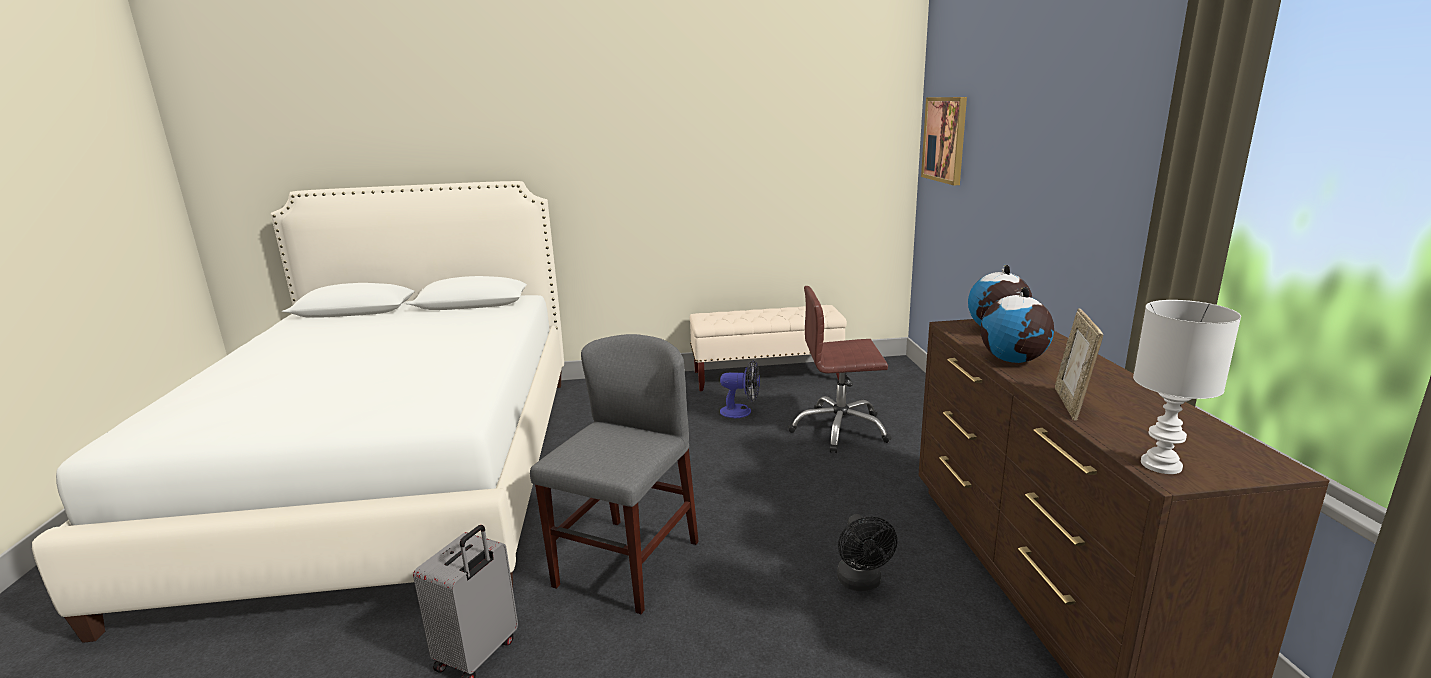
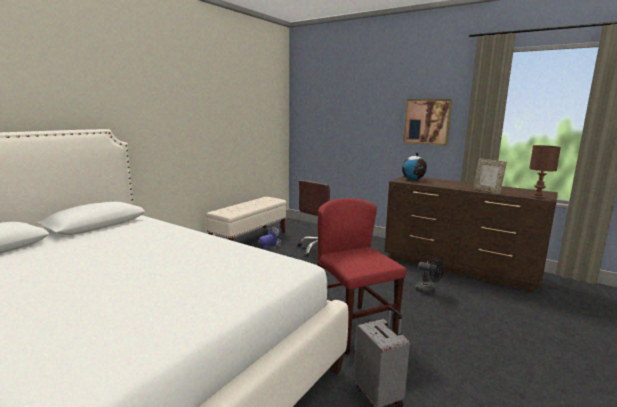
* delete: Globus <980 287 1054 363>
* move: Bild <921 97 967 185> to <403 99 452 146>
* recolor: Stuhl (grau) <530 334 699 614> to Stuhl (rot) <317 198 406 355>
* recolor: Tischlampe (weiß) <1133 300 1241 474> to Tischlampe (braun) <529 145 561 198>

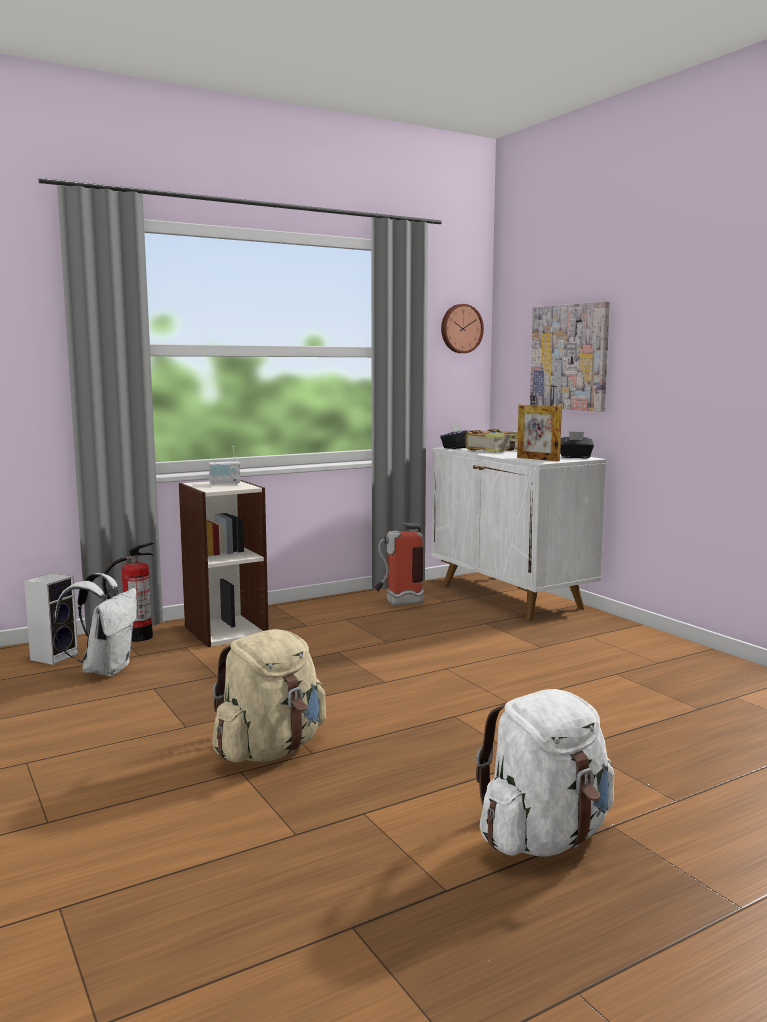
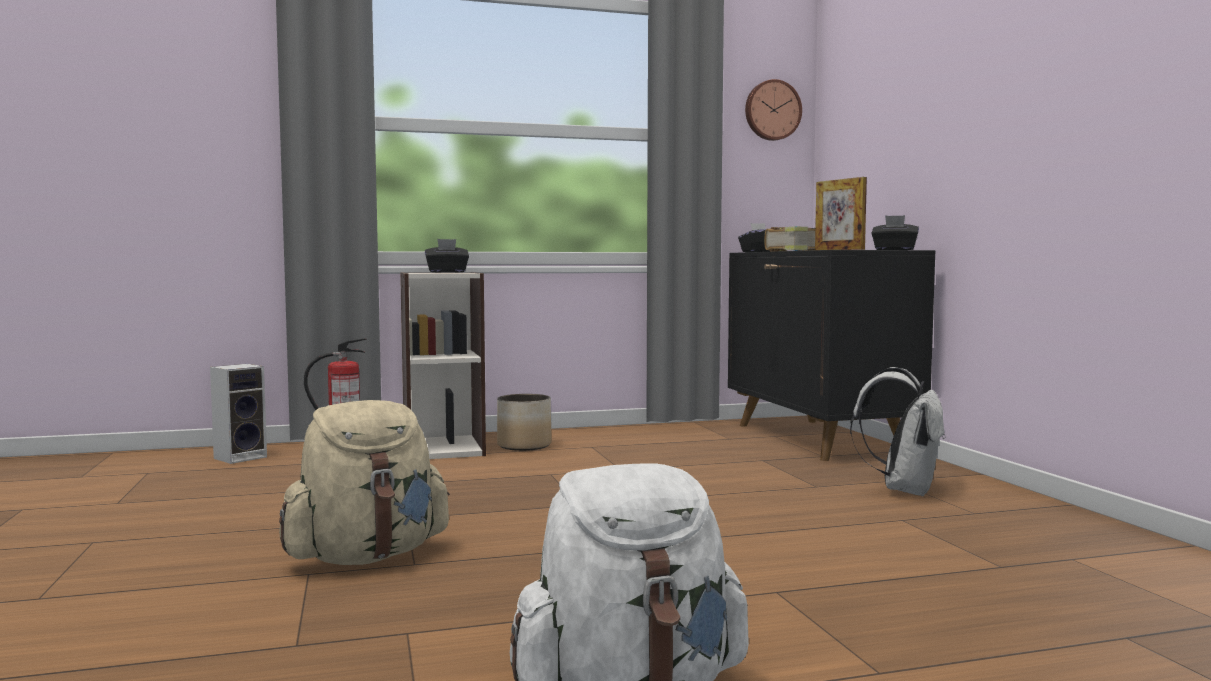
* delete: Feuerlöscher <374 522 424 605>
* delete: Bild <530 301 610 412>
* insert: Pflanzkübel <497 394 551 451>
* move: Rucksack (weiß) <53 573 137 676> to <850 367 946 496>
* replace: Radio <209 446 240 485> to Taschentuchbox (schwarz) <425 239 469 272>
* recolor: Schrank (weiß) <431 447 606 620> to Schrank (schwarz) <728 250 935 461>

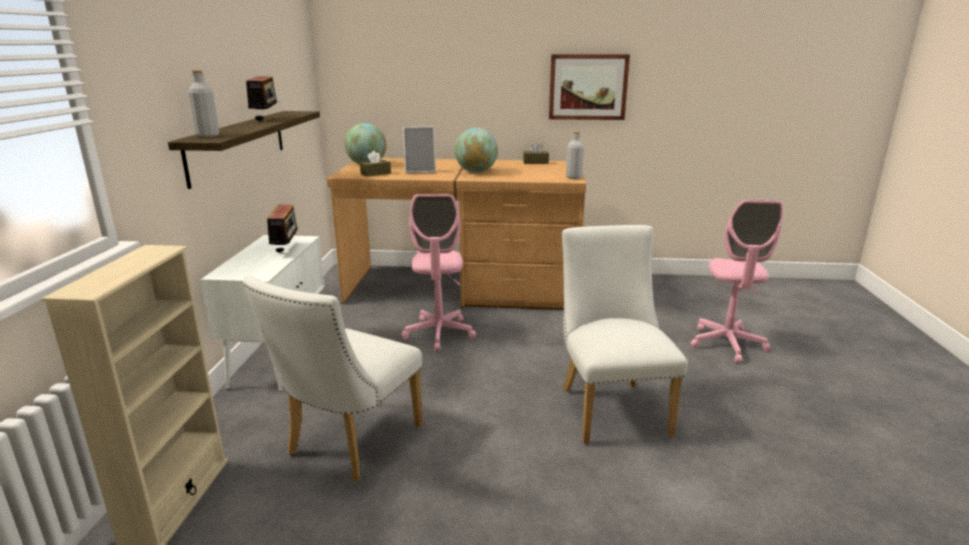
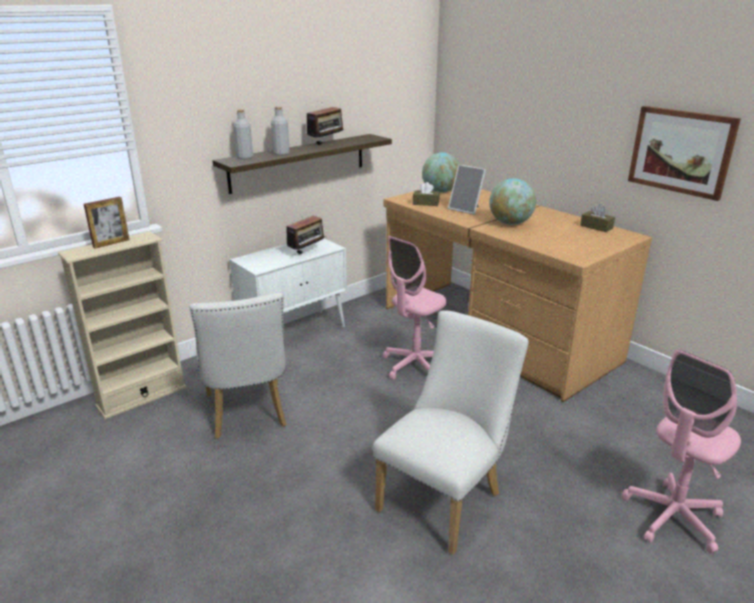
* insert: Bilderrahmen <84 197 130 249>
* move: Flasche (grau) <566 131 584 179> to <271 107 290 156>
* rotate: Stuhl (weiß) <243 276 423 482> = <189 292 287 439> 90 degrees counterclockwise

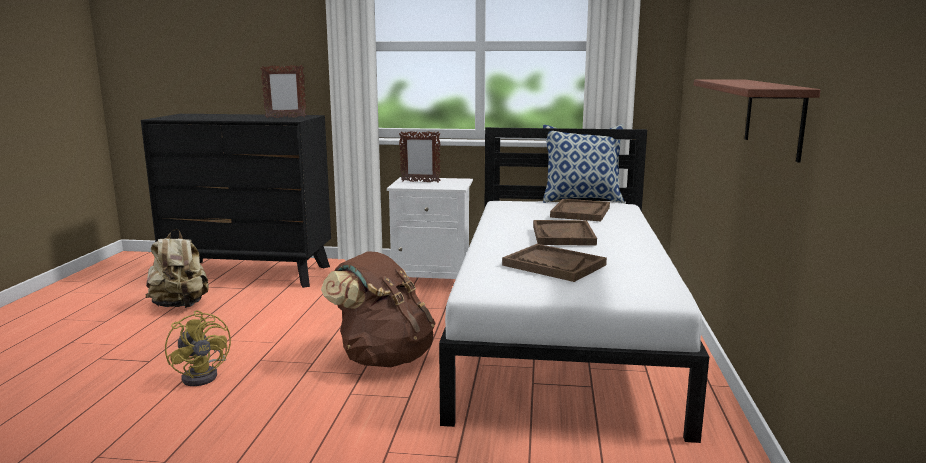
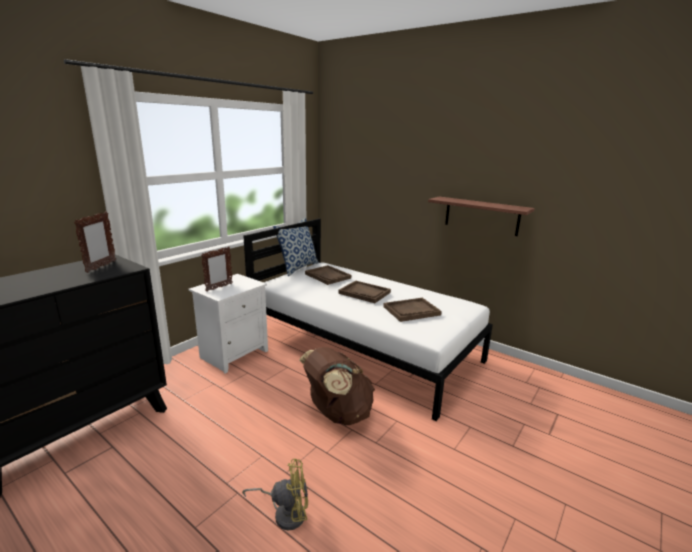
* delete: Rucksack (beige) <145 229 209 308>

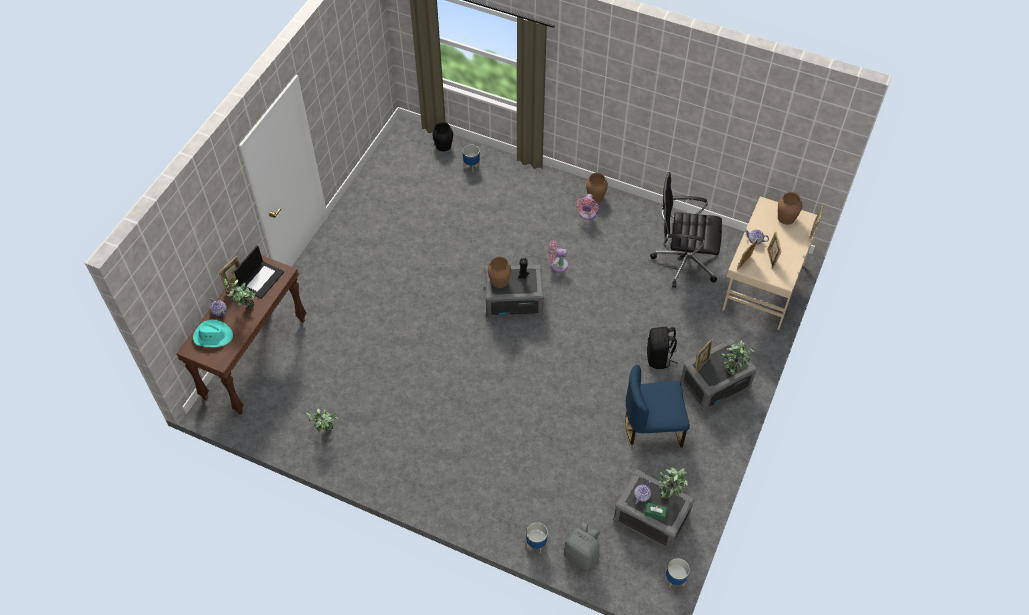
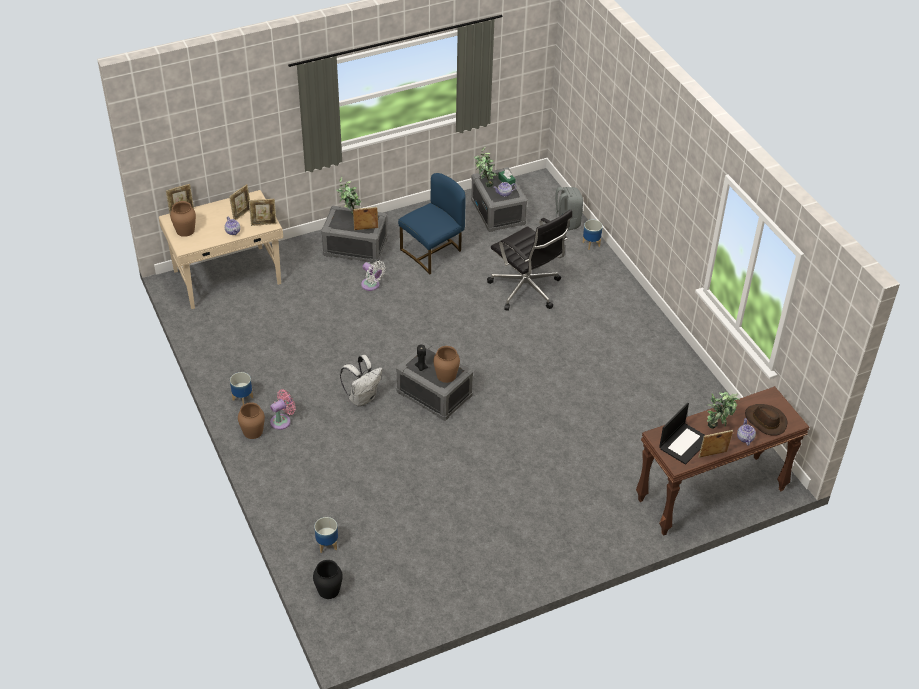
* delete: Topfpflanze <306 408 339 433>
* move: Bürostuhl (schwarz) <650 172 722 288> to <487 209 572 311>
* move: Pflanzkübel <666 558 690 588> to <230 372 253 405>
* replace: Ventilator (rosa) <548 240 568 272> to Rucksack (weiß) <340 355 382 407>
* replace: Rucksack (schwarz) <647 327 678 369> to Ventilator (weiß) <361 261 386 291>
* recolor: Hut (türkis) <193 320 233 347> to Hut (braun) <745 404 787 436>
* rotate: Laptop <234 245 284 299> = <659 403 705 465> 150 degrees clockwise
* rotate: Stuhl (blau) <626 365 690 448> = <398 173 466 275> 75 degrees counterclockwise

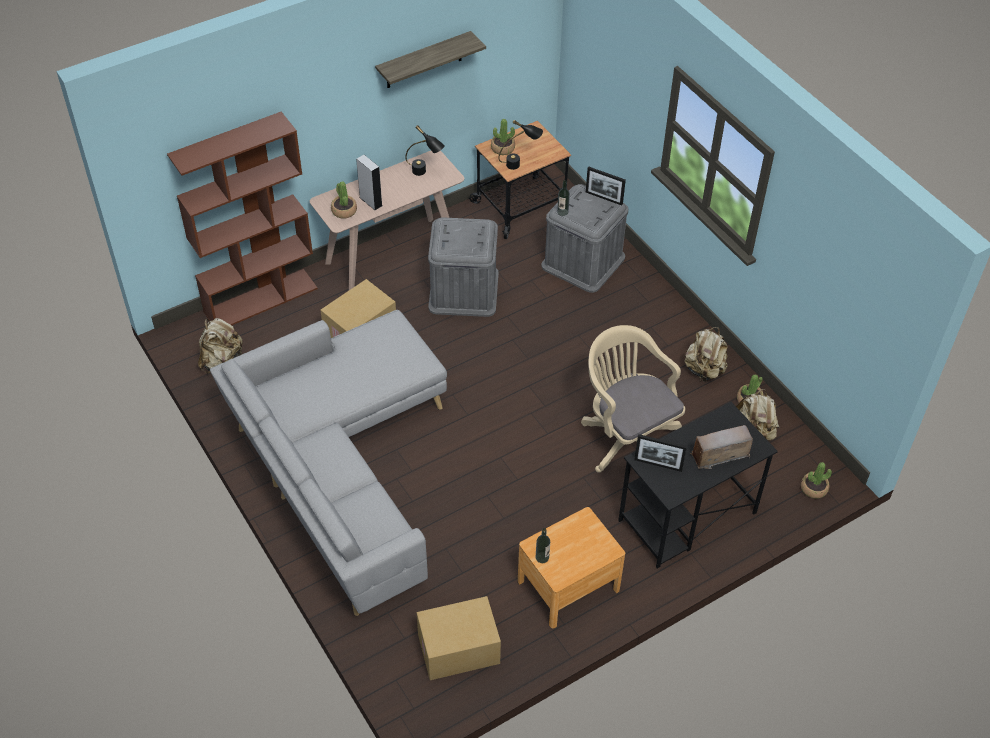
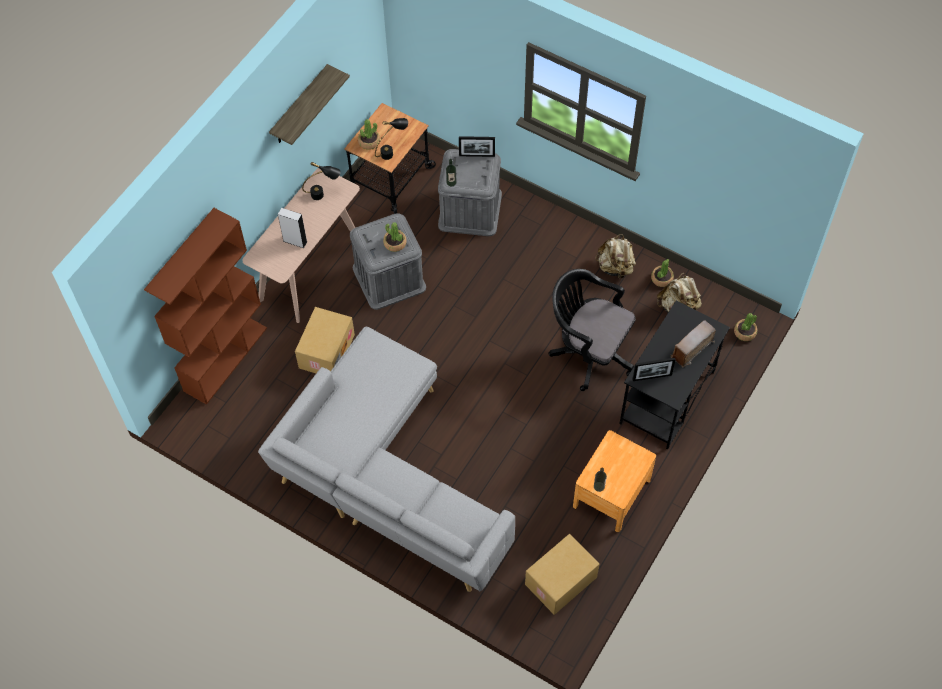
* delete: Rucksack (beige) <198 318 243 373>
* move: Topfpflanze <331 181 357 219> to <383 223 407 252>
* recolor: Bürostuhl (beige) <581 325 685 473> to Bürostuhl (schwarz) <548 269 636 391>

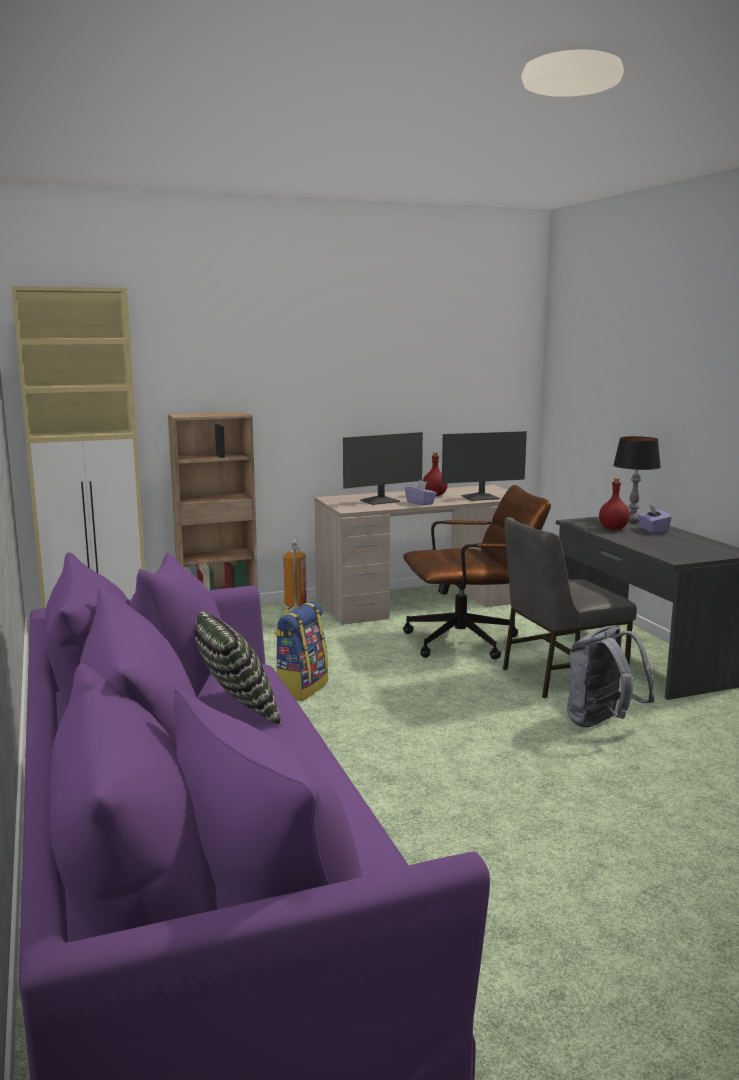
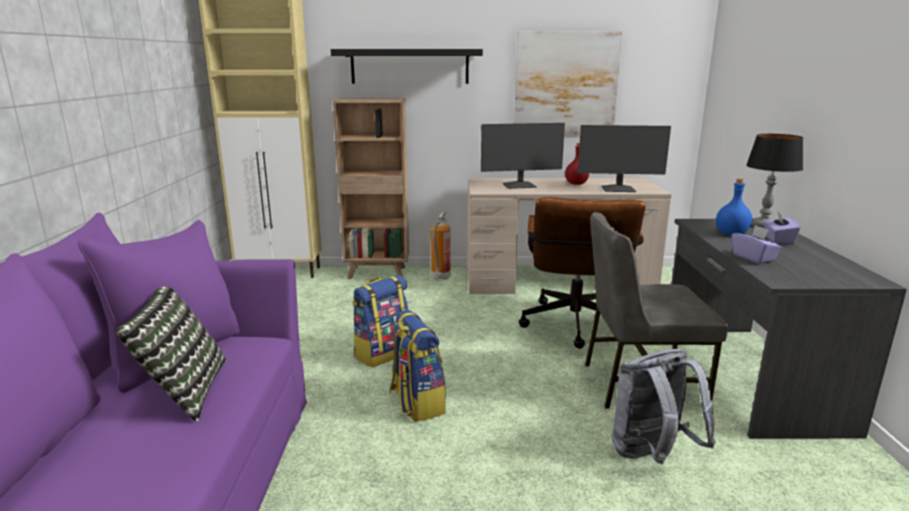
* insert: Wandregal (schwarz) <331 49 483 84>
* insert: Rucksack <389 310 446 422>
* insert: Bild <514 31 622 137>
* move: Taschentuchbox (lila) <405 480 437 506> to <732 225 782 264>
* recolor: Flasche (rot) <599 478 630 530> to Flasche (blau) <716 178 752 235>
* rotate: Bürostuhl (braun) <403 485 551 660> = <519 197 645 349> 90 degrees clockwise

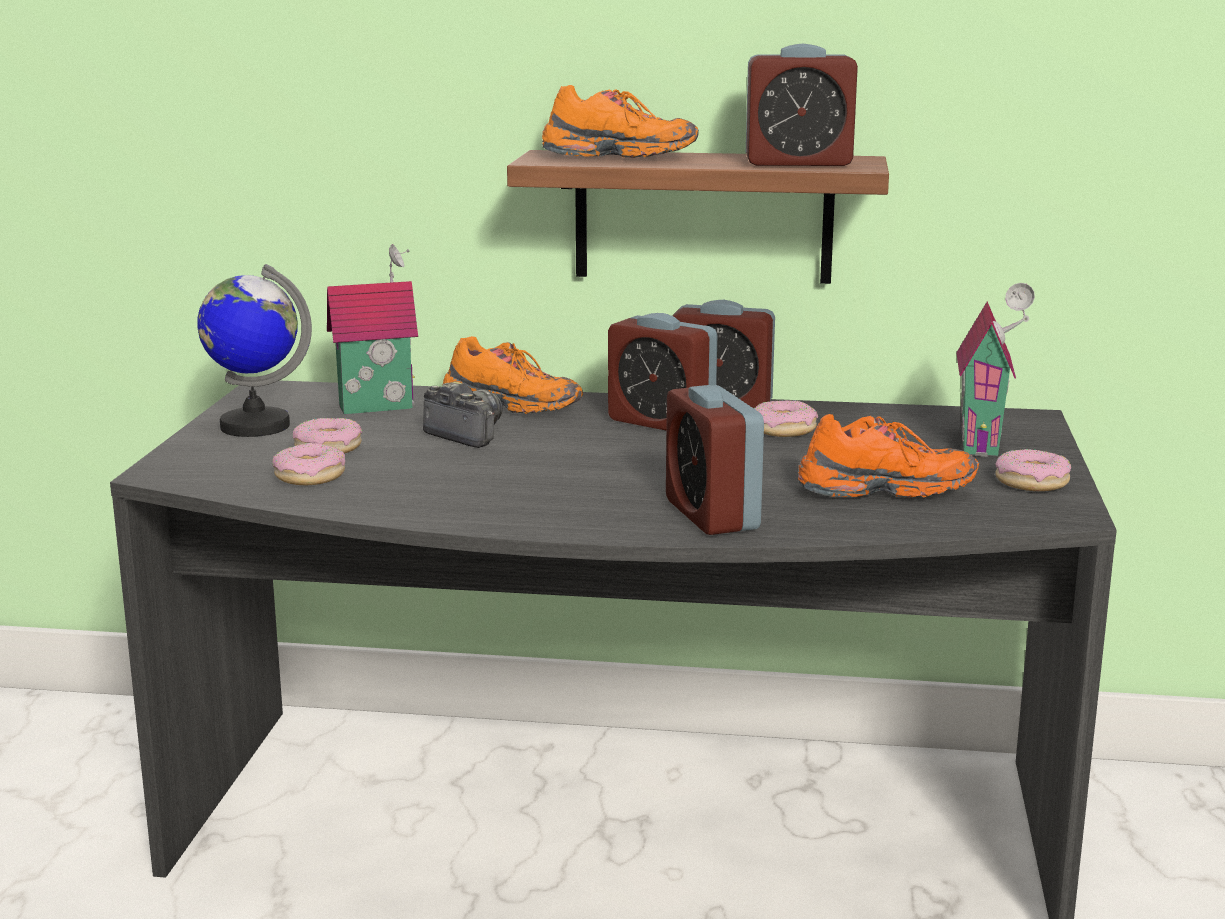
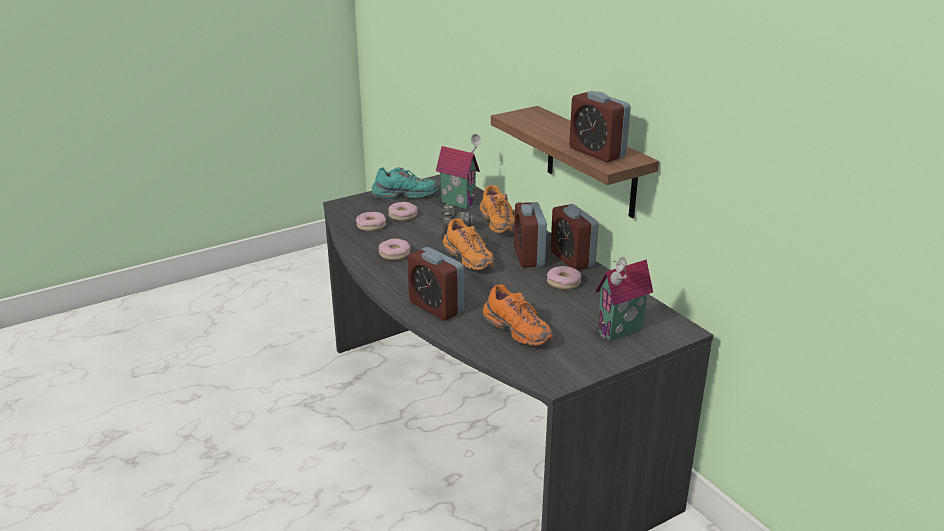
* move: Schuh (orange) <542 85 699 158> to <443 218 495 270>
* move: Donut <995 449 1071 491> to <379 238 411 260>
* replace: Globus <197 264 312 437> to Schuh (türkis) <372 167 440 199>
* rotate: Wecker <666 385 764 535> = <408 247 464 320> 75 degrees counterclockwise

